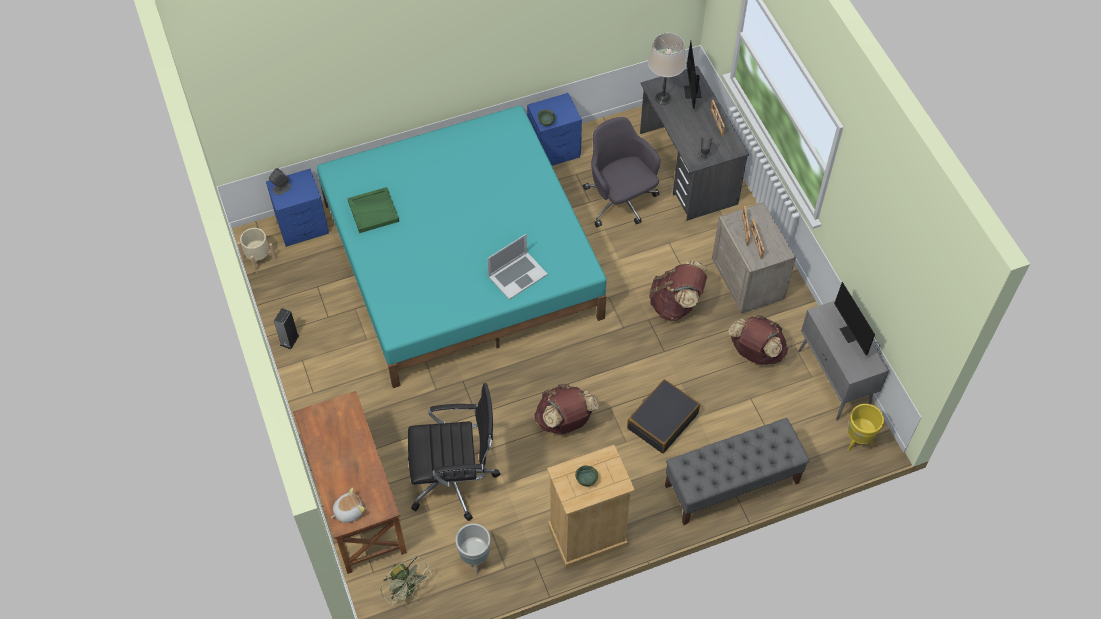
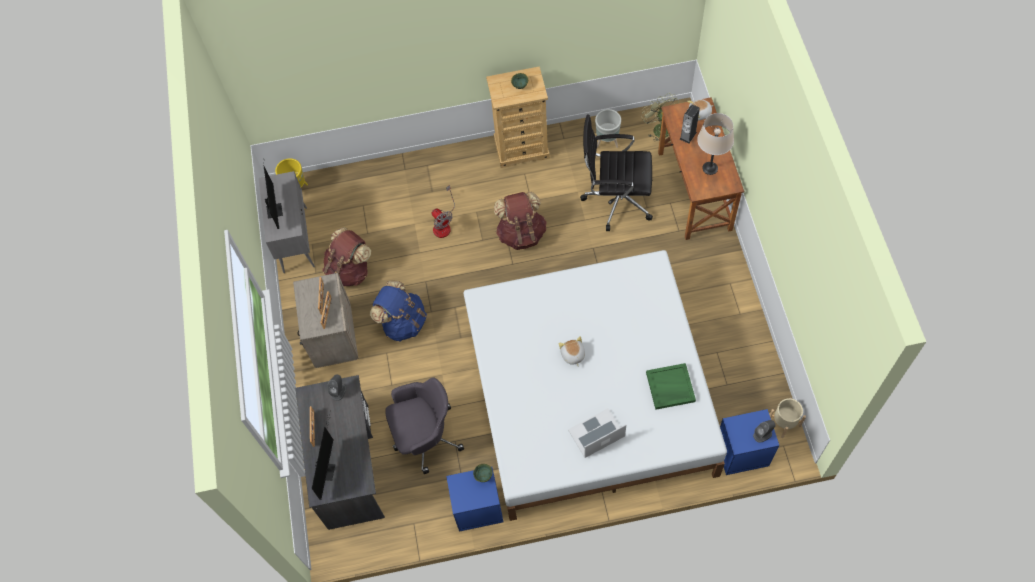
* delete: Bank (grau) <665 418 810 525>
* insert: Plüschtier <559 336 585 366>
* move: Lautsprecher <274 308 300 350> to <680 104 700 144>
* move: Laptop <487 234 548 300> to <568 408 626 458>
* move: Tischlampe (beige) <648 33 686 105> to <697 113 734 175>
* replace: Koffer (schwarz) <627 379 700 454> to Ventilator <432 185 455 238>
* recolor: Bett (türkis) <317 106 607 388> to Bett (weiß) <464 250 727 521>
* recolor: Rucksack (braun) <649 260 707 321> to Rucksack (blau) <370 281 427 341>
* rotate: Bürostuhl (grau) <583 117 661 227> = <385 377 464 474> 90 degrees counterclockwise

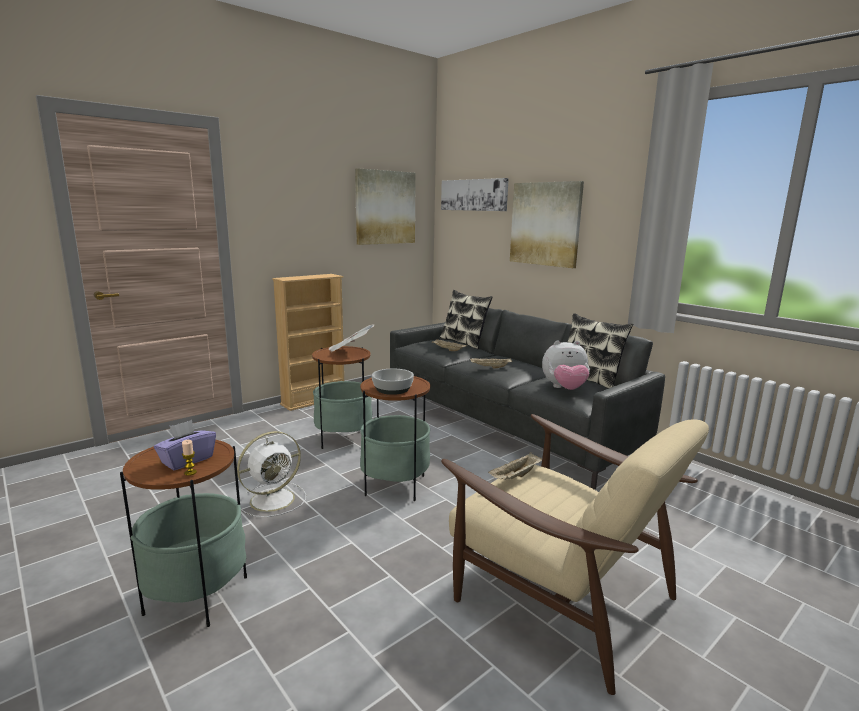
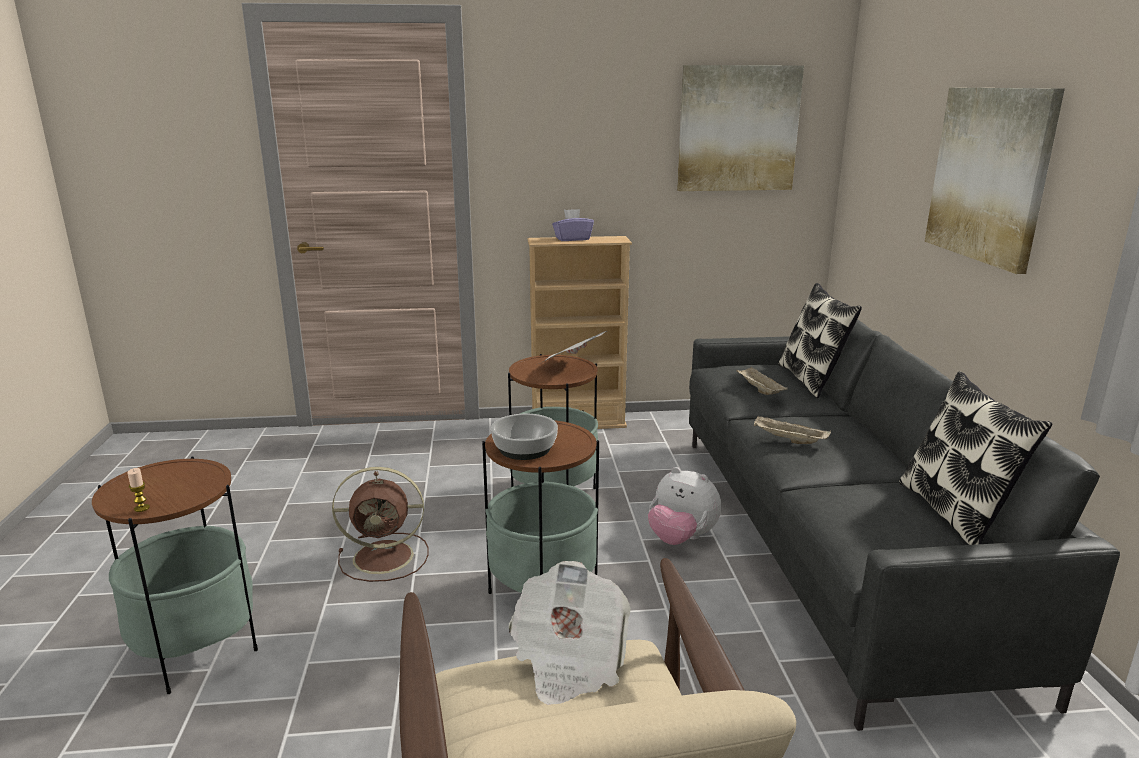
* delete: Bild <441 178 509 211>
* move: Taschentuchbox (lila) <154 420 216 471> to <552 209 594 241>
* move: Plüschtier <542 340 590 390> to <648 467 721 545>
* replace: Tablett (beige) <488 452 542 480> to Zeitung <509 561 631 705>
* recolor: Ventilator (weiß) <237 431 306 517> to Ventilator (braun) <332 467 429 582>

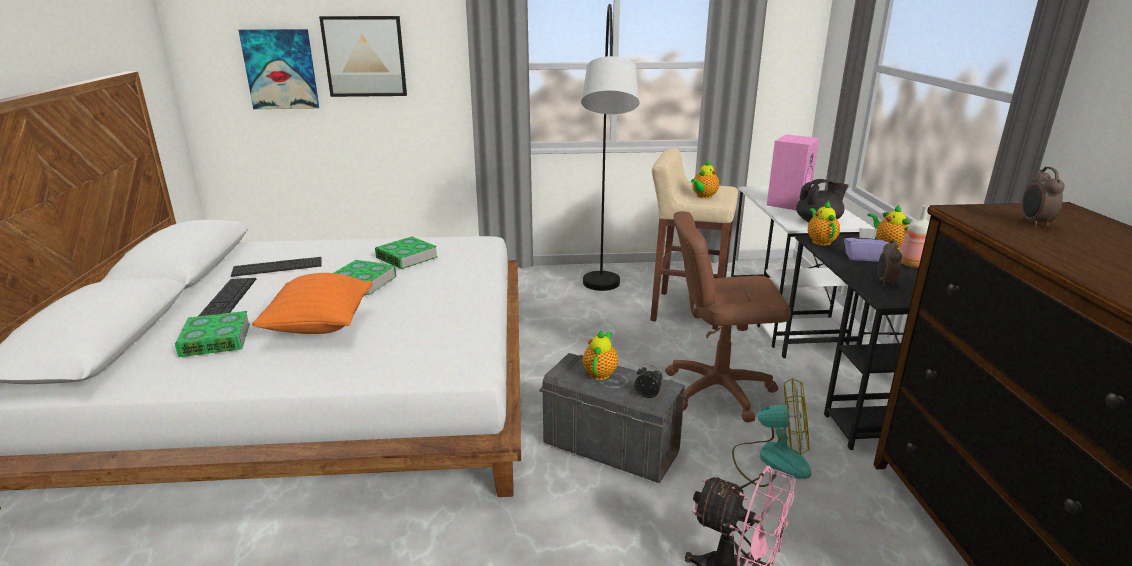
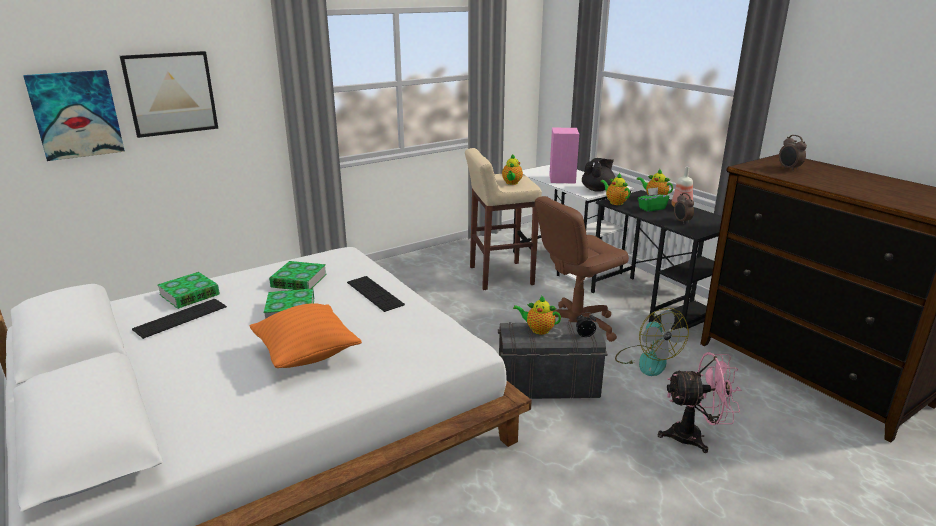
* delete: Stehlampe (grau) <581 4 639 291>
* move: Buch <175 311 250 357> to <158 272 220 309>
* move: Tastatur <199 278 256 316> to <347 276 405 312>
* recolor: Taschentuchbox (lila) <844 228 889 262> to Taschentuchbox (grün) <638 187 669 212>
* rotate: Teekanne <583 329 618 380> = <513 295 561 335> 60 degrees counterclockwise
* rotate: Ventilator <732 377 811 487> = <615 308 689 376> 90 degrees clockwise

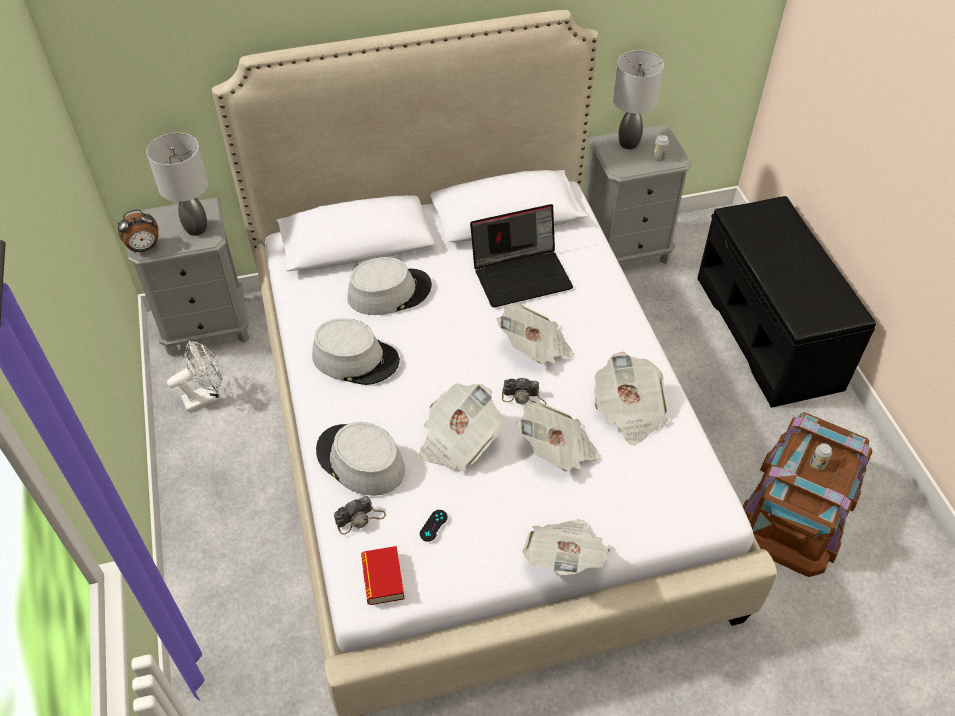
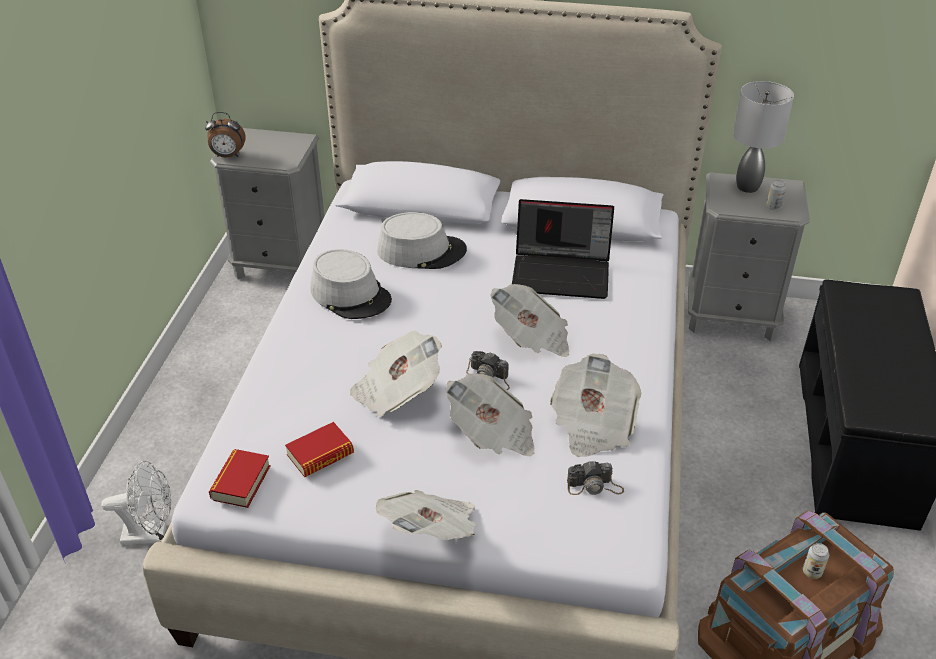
* delete: Tischlampe (grau) <147 133 208 236>
* delete: Hut (grau) <316 422 405 496>
* move: Ventilator (weiß) <167 341 222 412> to <101 460 171 545>
* move: Kamera <334 496 386 535> to <567 461 624 495>
* replace: Gamepad (schwarz) <420 510 448 542> to Buch <285 422 354 477>

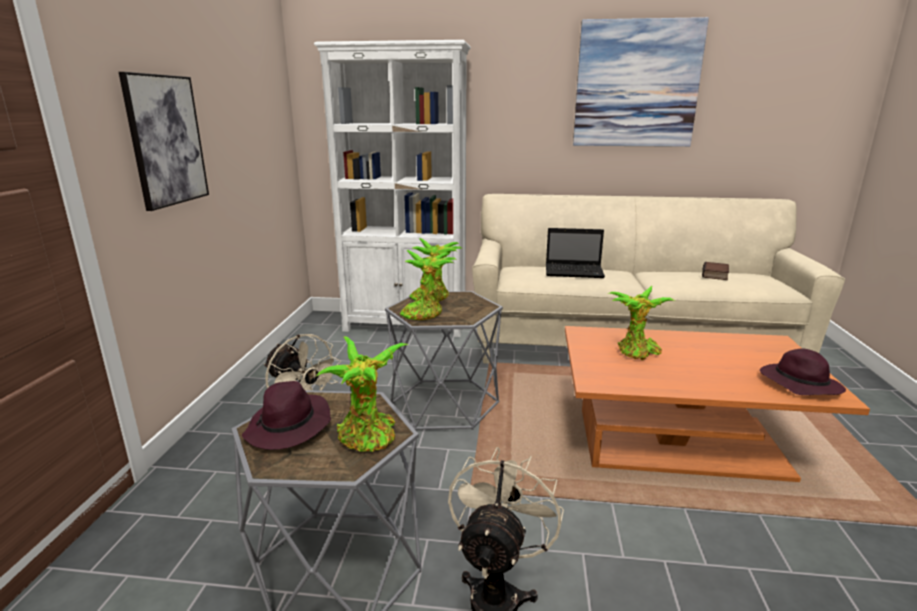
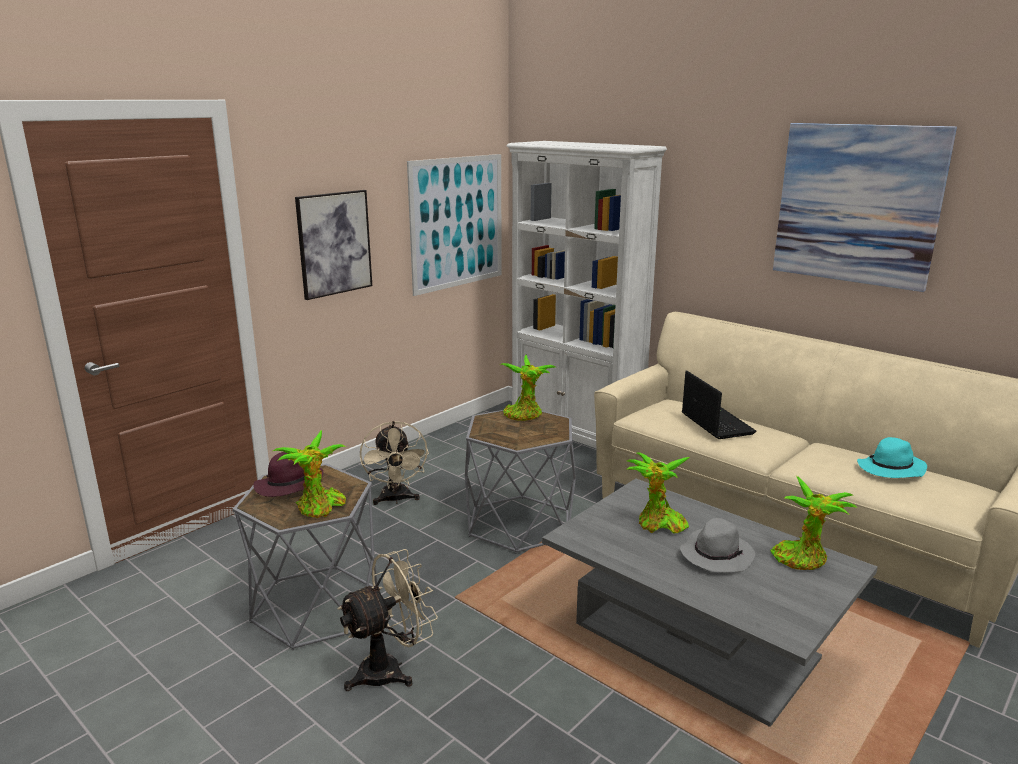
* delete: Hut (lila) <760 348 846 395>
* insert: Bild <407 154 502 296>
* insert: Hut (grau) <680 518 755 573>
* move: Topfpflanze <400 250 456 320> to <770 476 858 570>
* replace: Buch <702 262 729 280> to Hut (türkis) <857 437 927 478>
* recolor: Couchtisch (orange) <565 326 870 482> to Couchtisch (grau) <542 478 878 727>
* rotate: Laptop <546 228 605 278> = <682 370 756 439> 150 degrees counterclockwise

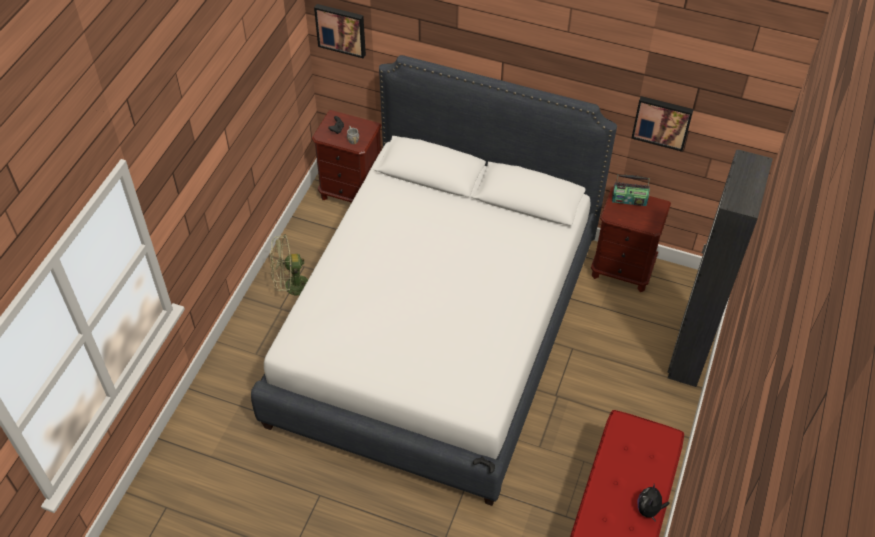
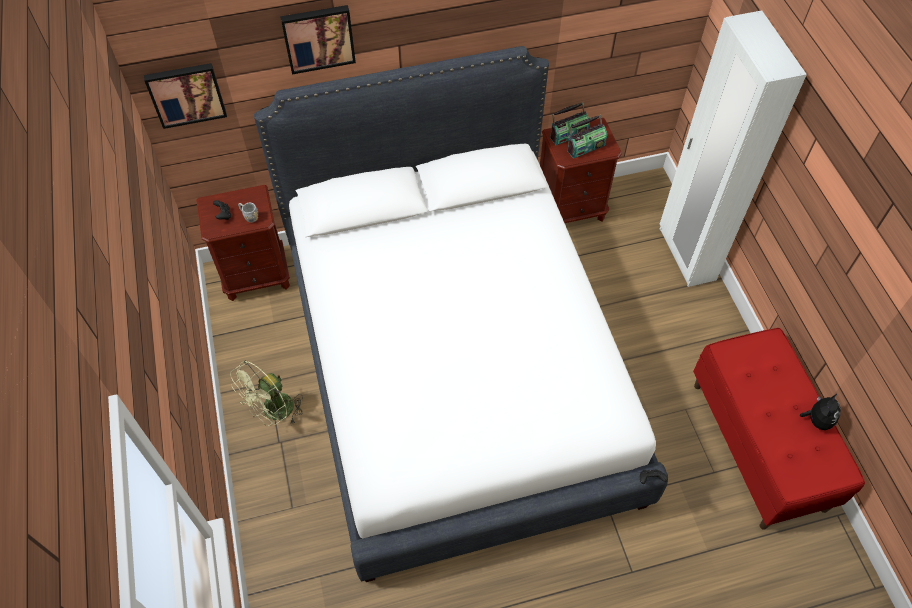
* insert: Radio <567 115 607 159>
* move: Bild <631 96 694 151> to <280 5 356 74>
* recolor: Kleiderschrank (schwarz) <667 149 773 387> to Kleiderschrank (weiß) <660 10 807 287>
* rotate: Plüschtier <638 484 670 522> = <799 393 841 430> 135 degrees counterclockwise

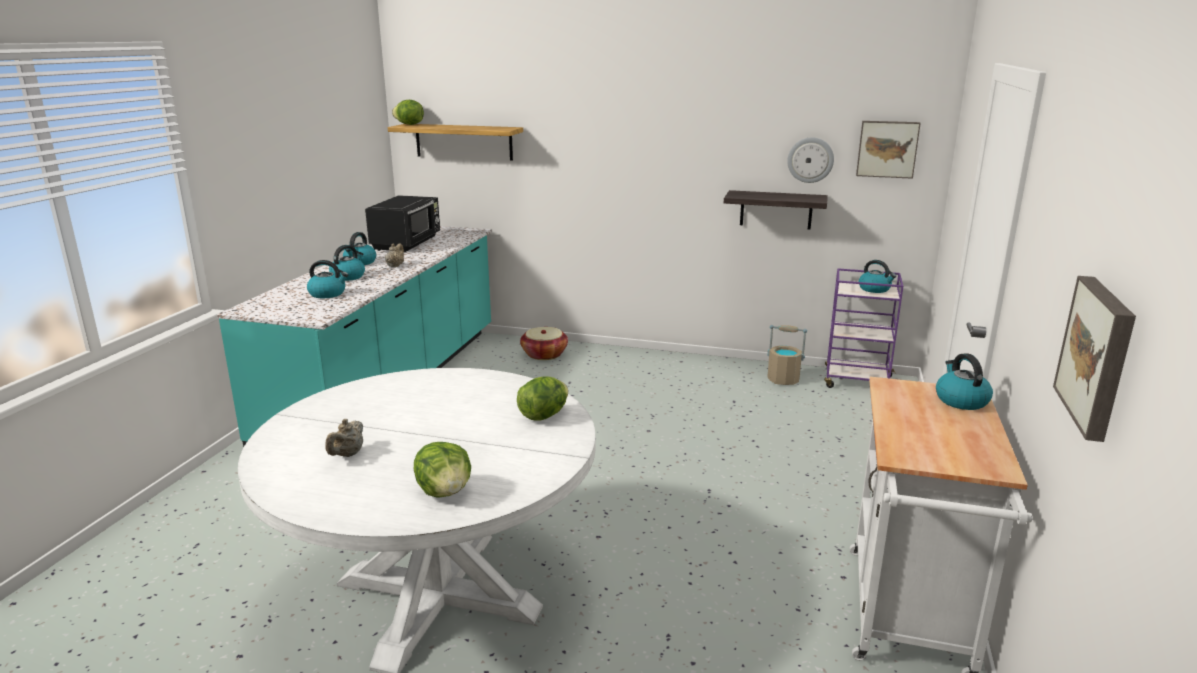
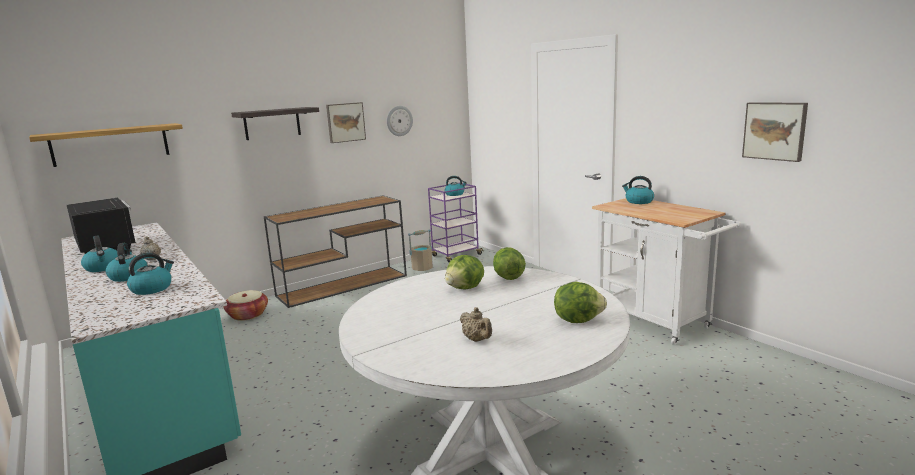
* insert: Konsolentisch (braun) <264 195 407 308>
* move: Salatkopf <392 100 424 125> to <445 255 484 289>
* move: Wandregal <724 190 828 230> to <231 107 319 140>
* move: Bild <856 121 921 179> to <326 102 366 143>

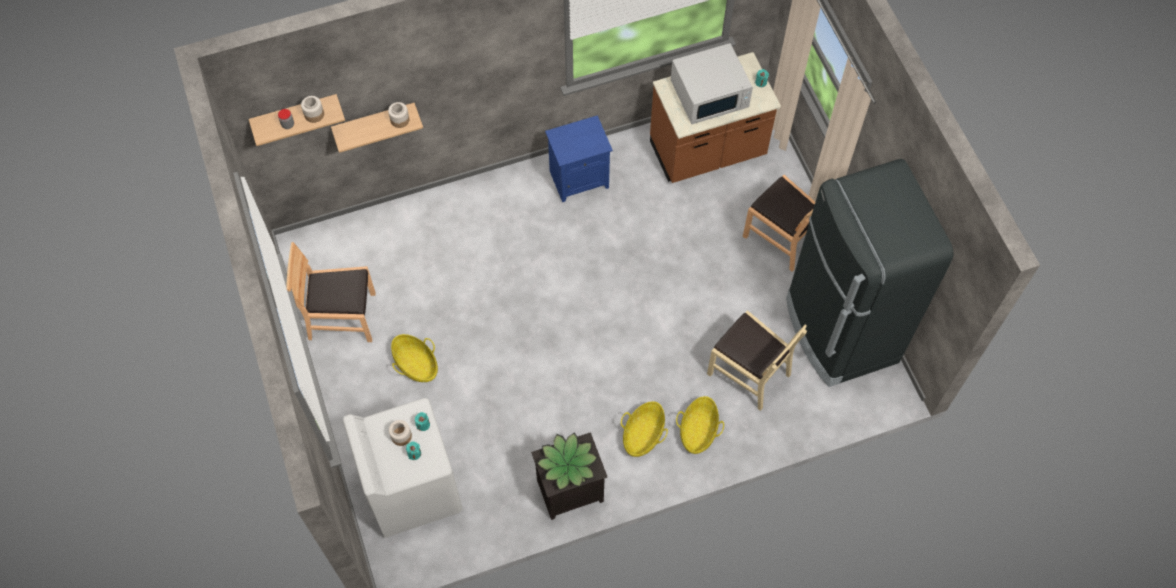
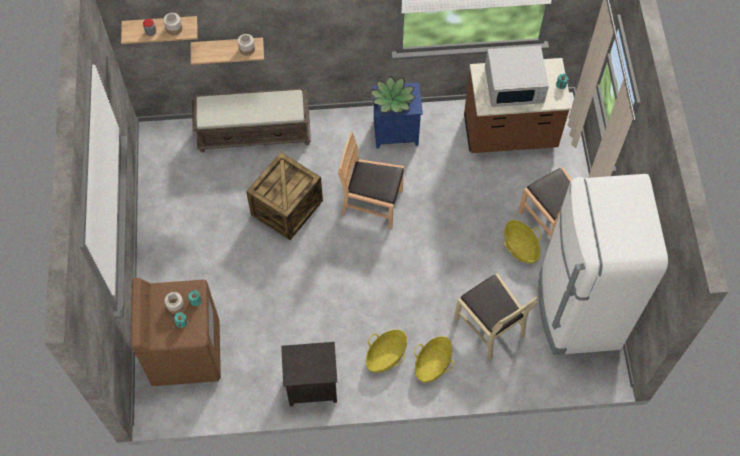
* insert: Bank (braun) <192 88 311 152>
* insert: Kiste <246 152 323 240>
* move: Stuhl (braun) <287 242 376 342> to <338 132 404 229>
* move: Korb <391 334 438 382> to <504 220 541 263>
* move: Topfpflanze <537 433 598 491> to <370 76 415 113>
* recolor: Waschmaschine (weiß) <343 398 462 538> to Waschmaschine (braun) <131 278 221 386>
* recolor: Kühlschrank (schwarz) <786 159 953 387> to Kühlschrank (weiß) <538 174 668 355>

